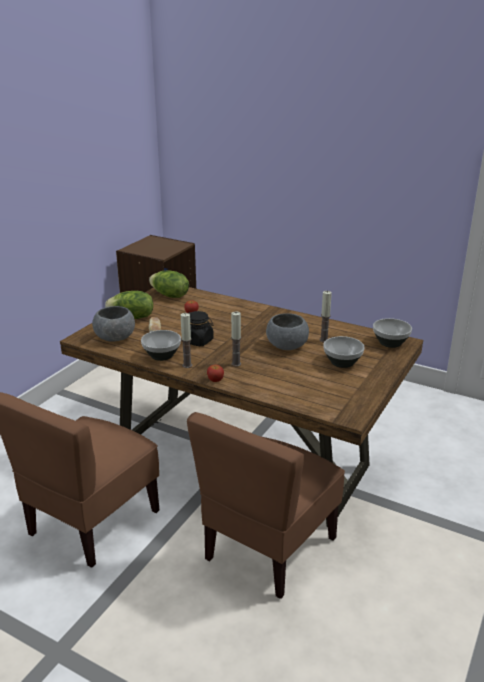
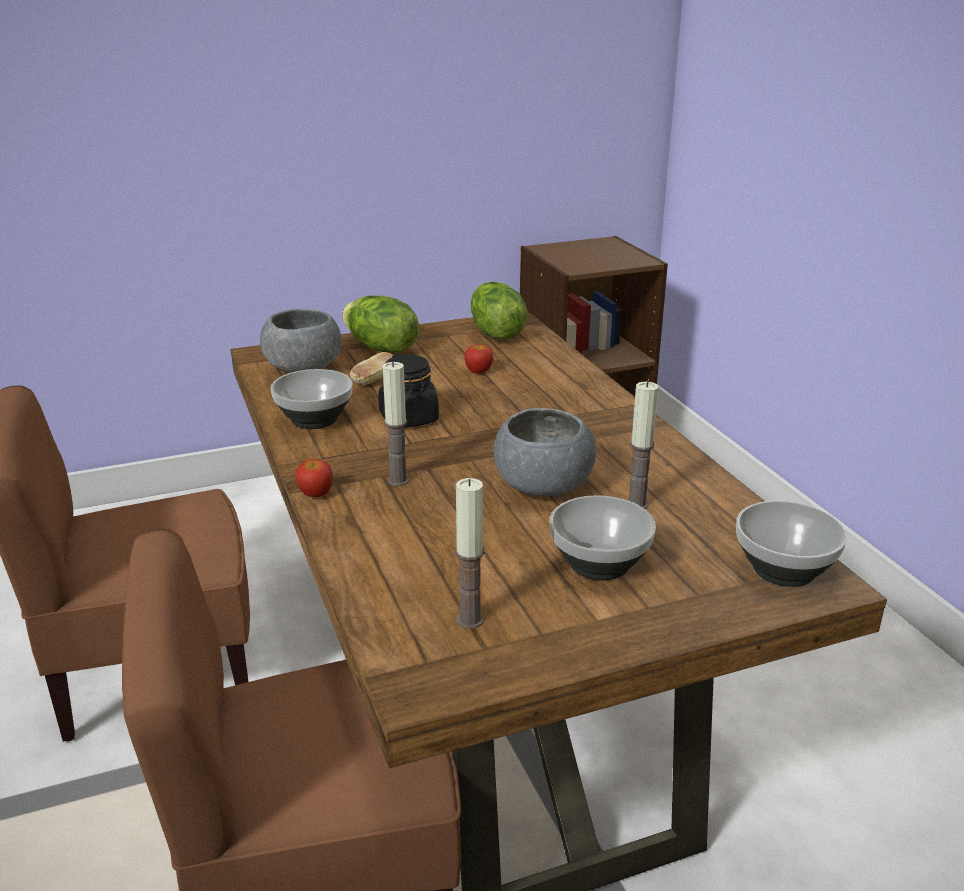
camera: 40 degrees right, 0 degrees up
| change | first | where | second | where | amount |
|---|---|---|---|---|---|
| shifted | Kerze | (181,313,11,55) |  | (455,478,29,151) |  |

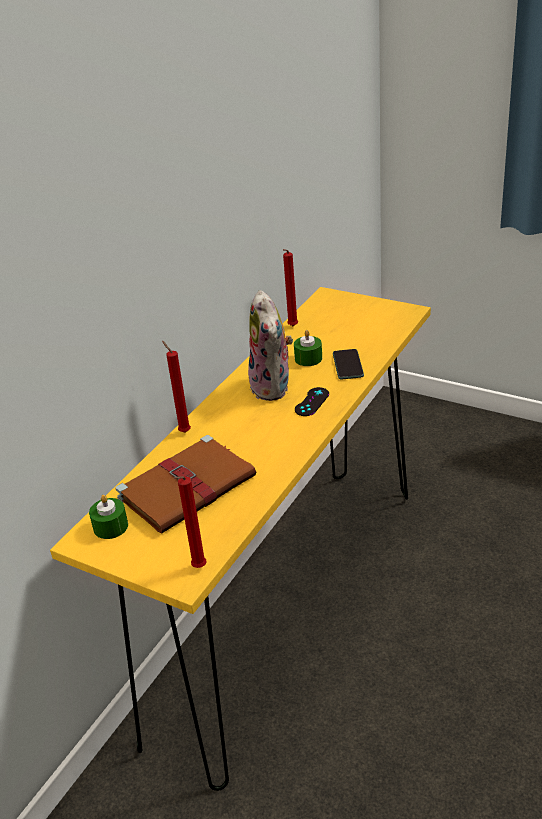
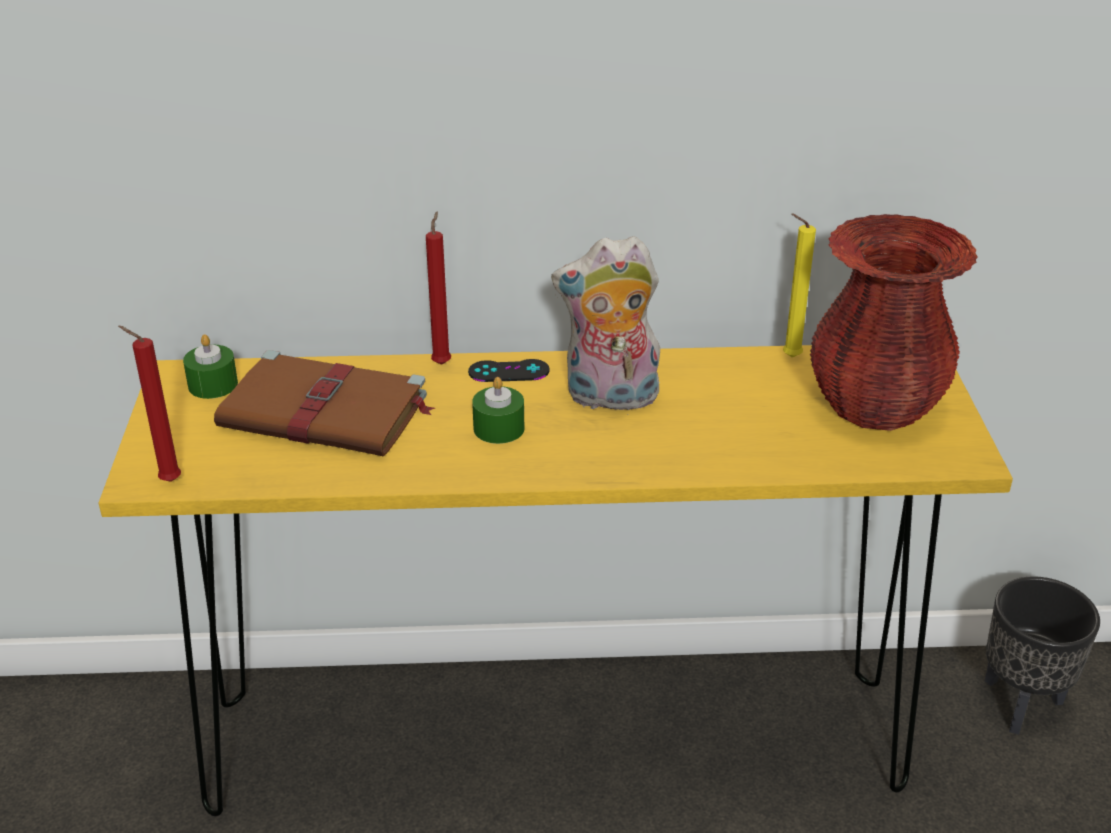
camera: 55 degrees right, 0 degrees up
| change | first | where | second | where | amount |
|---|---|---|---|---|---|
| gone | Handy | (333,349,31,30) |  |  |  |
| new |  |  | Vase/rot | (810,214,168,217) |  |
| new |  |  | Pflanzkübel/schwarz | (985,576,115,159) |  |
| shifted | Kerze/grün | (294,330,28,36) |  | (472,377,52,67) |  |
| shifted | Gamepad/schwarz | (295,387,34,29) |  | (468,359,82,23) |  |
| repainted | Kerze/rot | (283,249,15,77) | Kerze/gelb | (783,213,33,144) |  |
| rotated | Plüschtier | (248,290,45,111) |  | (551,236,112,177) | 45 degrees clockwise |

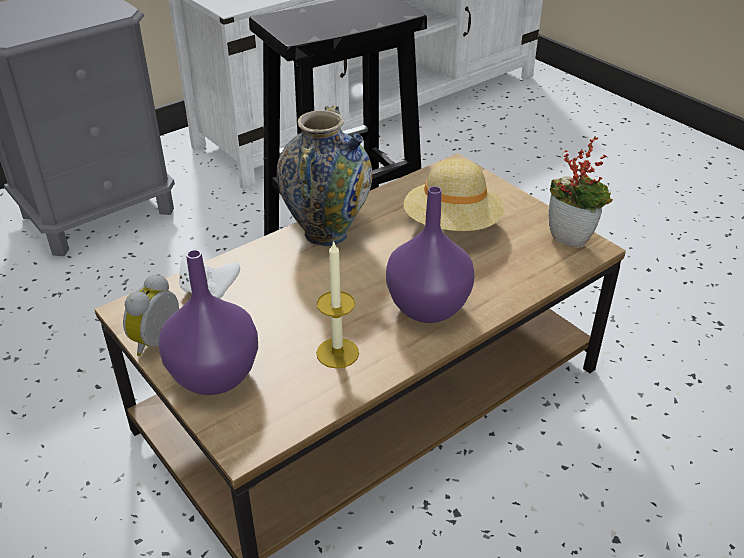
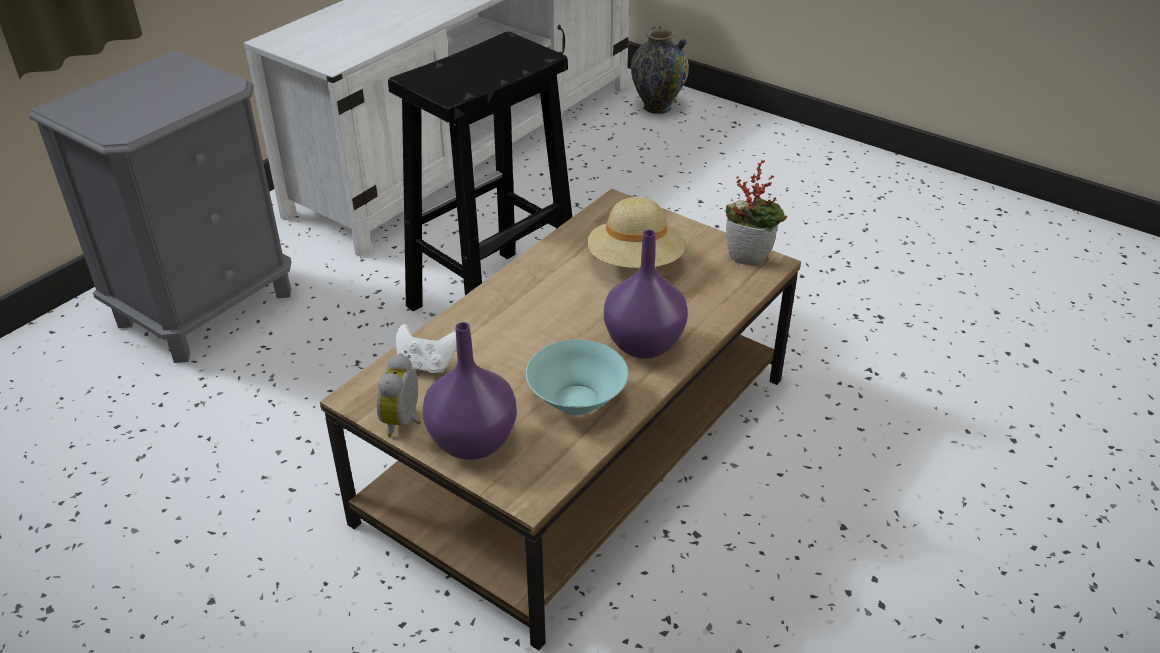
camera: 15 degrees left, 0 degrees up
| change | first | where | second | where | amount |
|---|---|---|---|---|---|
| shifted | Vase | (277,105,95,141) |  | (631,26,58,88) |  |
| swapped | Kerze | (316,241,43,127) | Schüssel/türkis | (526,340,102,75) |  |

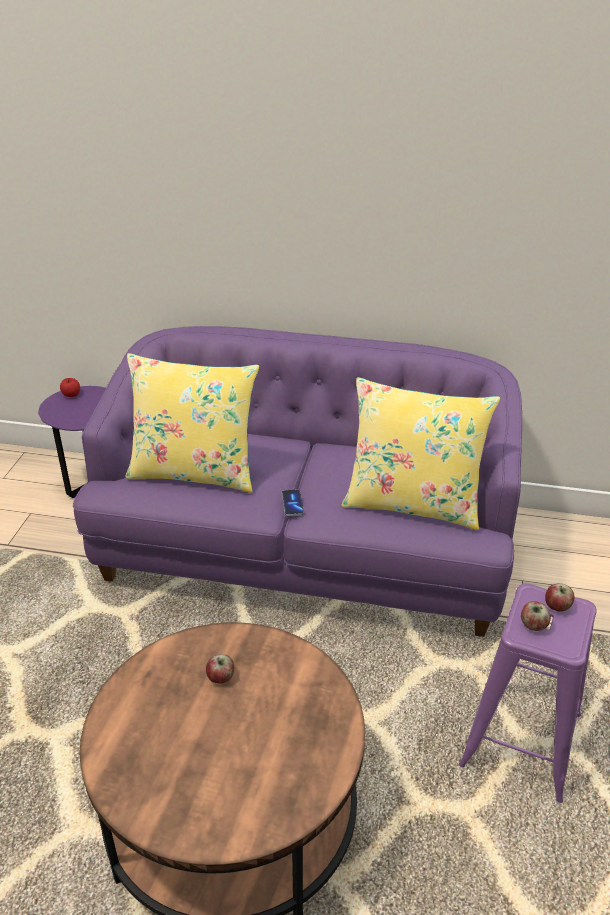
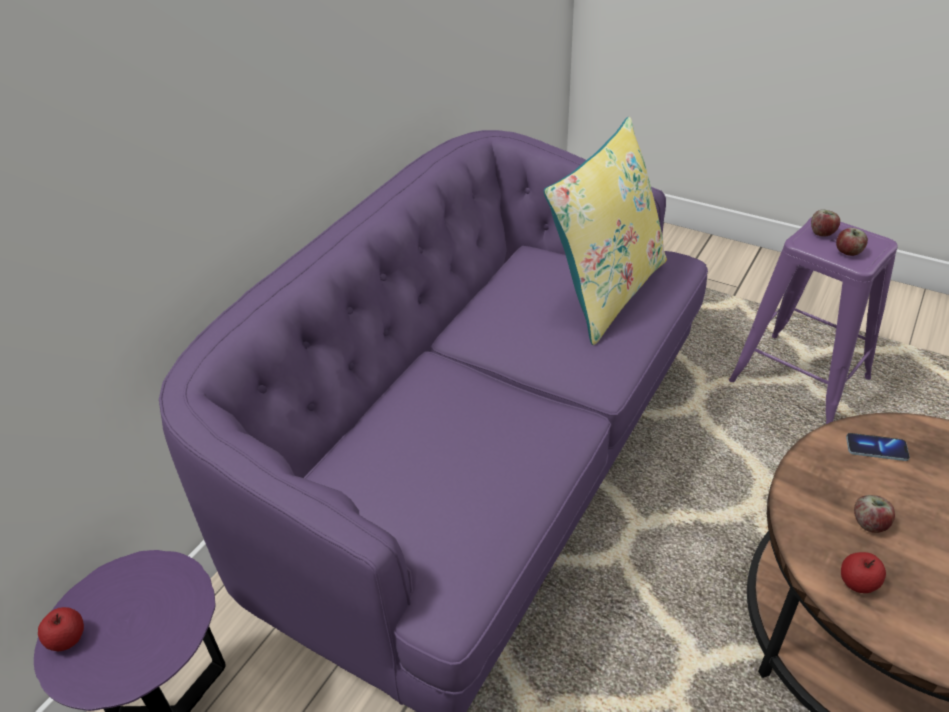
camera: 70 degrees left, 5 degrees up
| change | first | where | second | where | amount |
|---|---|---|---|---|---|
| gone | Kissen/gelb | (125,353,134,140) |  |  |  |
| new |  |  | Apfel | (841,552,45,41) |  |
| shifted | Handy | (282,489,22,27) |  | (846,433,64,28) |  |

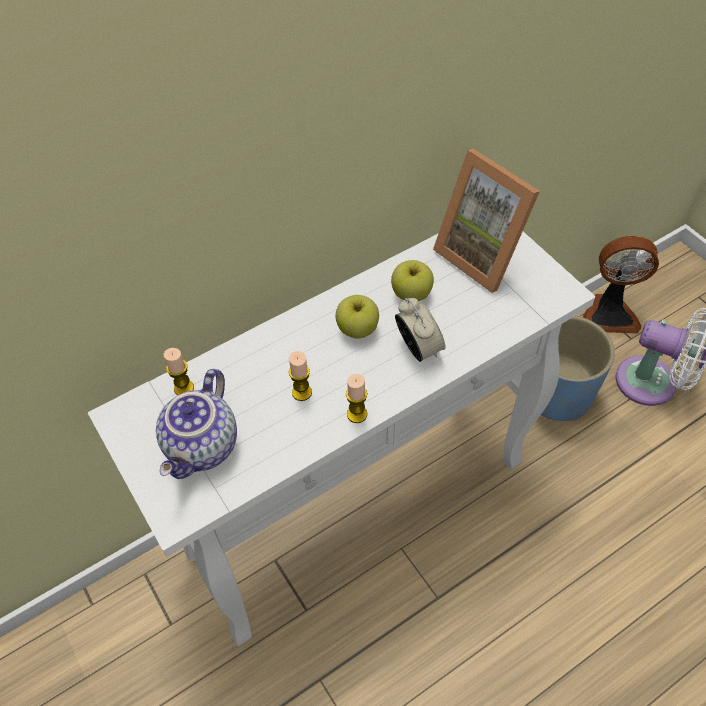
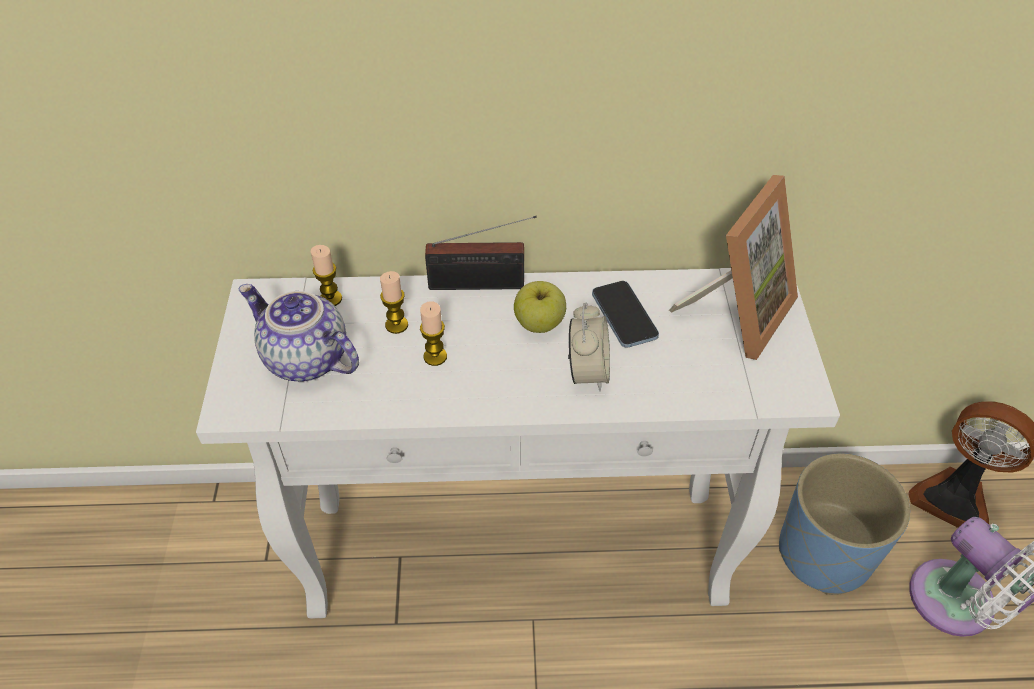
camera: 30 degrees right, 5 degrees down
| change | first | where | second | where | amount |
|---|---|---|---|---|---|
| new |  |  | Radio | (425,216,112,74) |  |
| shifted | Kerze | (346,374,21,49) |  | (380,271,28,63) |  |
| swapped | Apfel | (391,260,43,41) | Handy | (592,281,67,67) |  |
| rotated | Teekanne | (156,369,81,110) |  | (238,284,121,97) | 75 degrees clockwise |
| rotated | Bilderrahmen | (433,149,107,144) |  | (669,175,129,185) | 135 degrees counterclockwise |

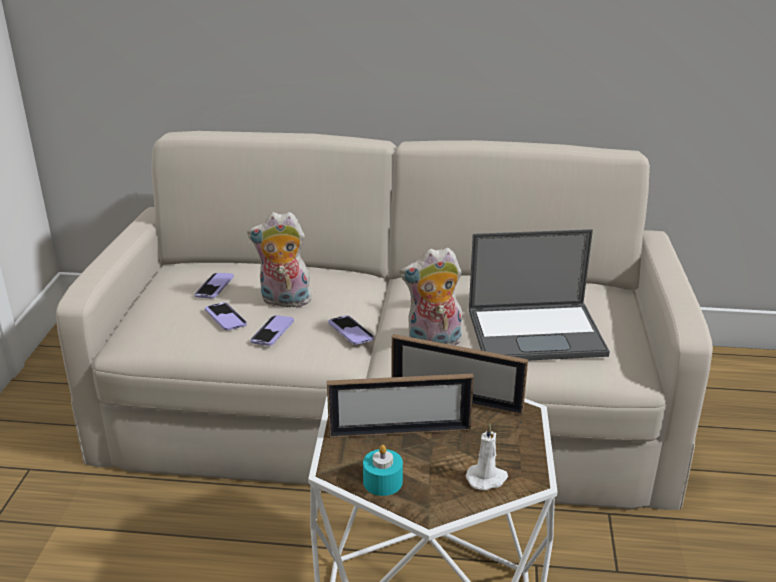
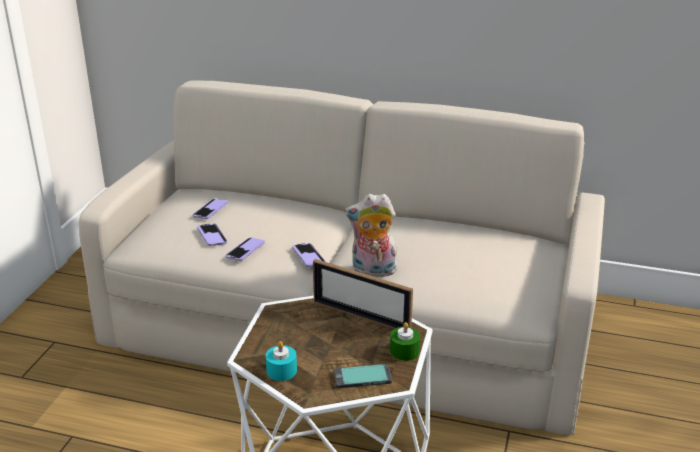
camera: 10 degrees right, 0 degrees up
| change | first | where | second | where | amount |
|---|---|---|---|---|---|
| gone | Plüschtier | (247,212,65,96) |  |  |  |
| gone | Bilderrahmen | (327,373,147,65) |  |  |  |
| gone | Laptop | (469,229,141,132) |  |  |  |
| new |  |  | Kerze/grün | (390,322,30,39) |  |
| swapped | Kerze/weiß | (466,424,42,66) | Handy | (334,364,58,24) |  |

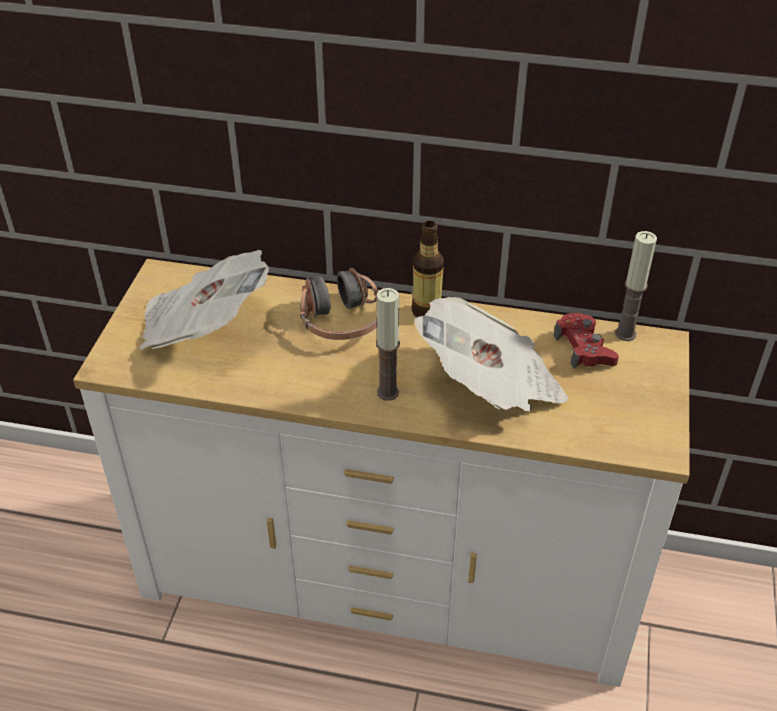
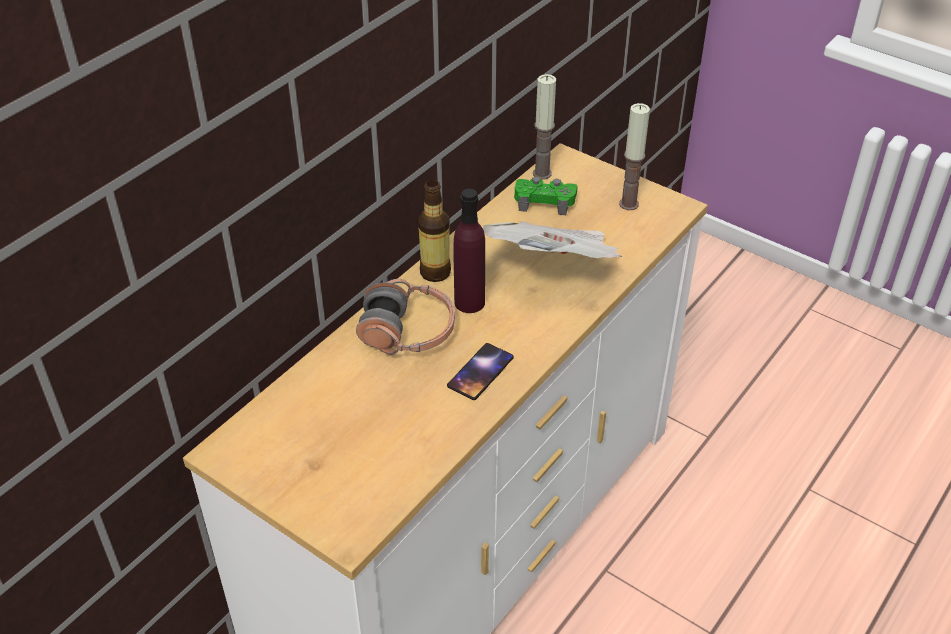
camera: 65 degrees left, 0 degrees up
| change | first | where | second | where | amount |
|---|---|---|---|---|---|
| gone | Zeitung | (140,250,129,100) |  |  |  |
| new |  |  | Handy | (447,343,67,57) |  |
| new |  |  | Flasche/lila | (453,189,32,124) |  |
| shifted | Kerze | (376,288,24,113) |  | (619,103,31,107) |  |
| repainted | Gamepad/rot | (554,313,65,56) | Gamepad/grün | (514,177,64,38) |  |

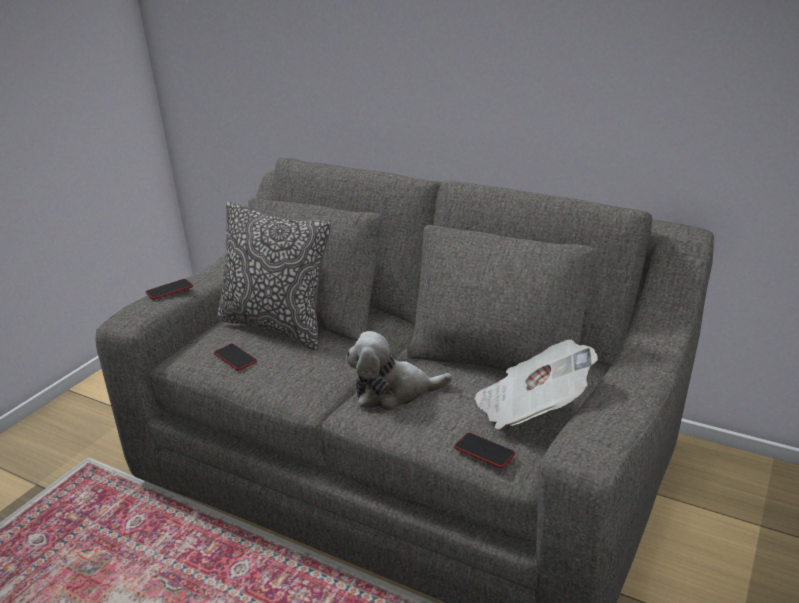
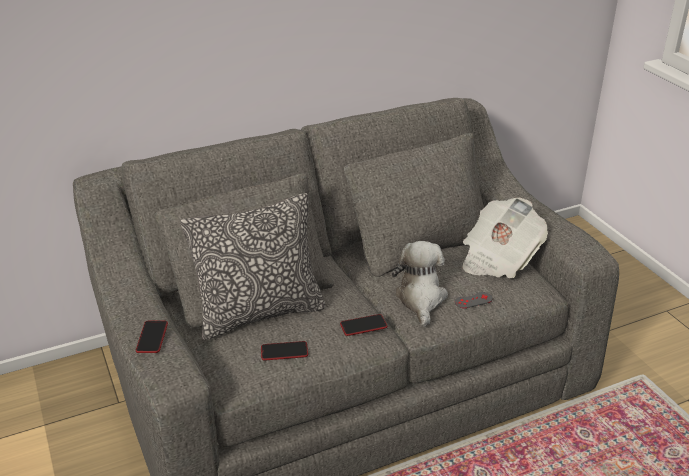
camera: 55 degrees left, 5 degrees up
| change | first | where | second | where | amount |
|---|---|---|---|---|---|
| new |  |  | Gamepad/grau | (455,292,38,16) |  |
| shifted | Handy | (454,433,61,35) |  | (340,314,47,22) |  |
| rotated | Plüschtier | (346,331,107,80) |  | (392,241,56,86) | 150 degrees clockwise |

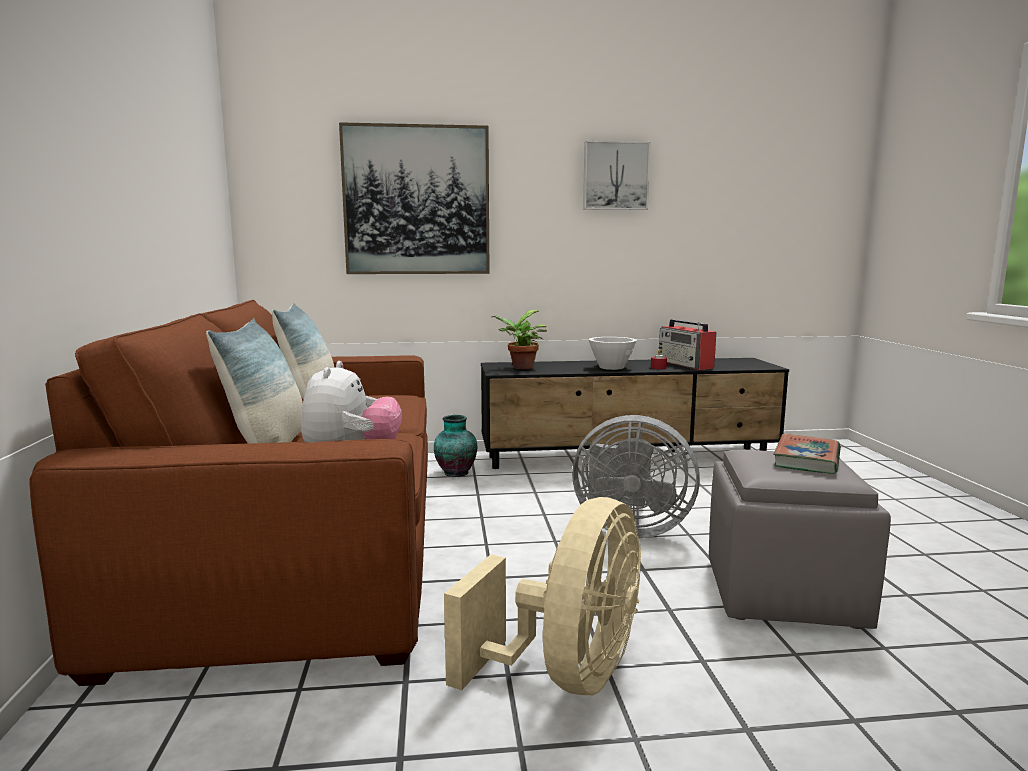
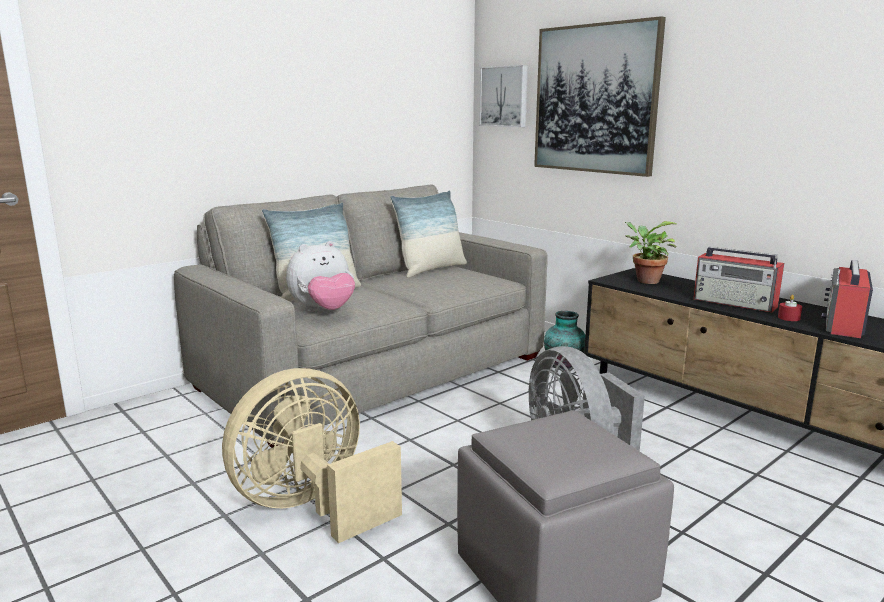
camera: 55 degrees right, 5 degrees up
| change | first | where | second | where | amount |
|---|---|---|---|---|---|
| gone | Buch | (774,434,67,40) |  |  |  |
| shifted | Bild | (583,141,67,69) |  | (479,65,49,62) |  |
| swapped | Schüssel/weiß | (588,337,49,33) | Radio | (693,247,91,66) |  |
| repainted | Sofa/braun | (29,300,399,386) | Sofa/grau | (174,185,374,263) |  |
| rotated | Ventilator/beige | (444,497,197,198) |  | (222,368,180,175) | 150 degrees clockwise |

